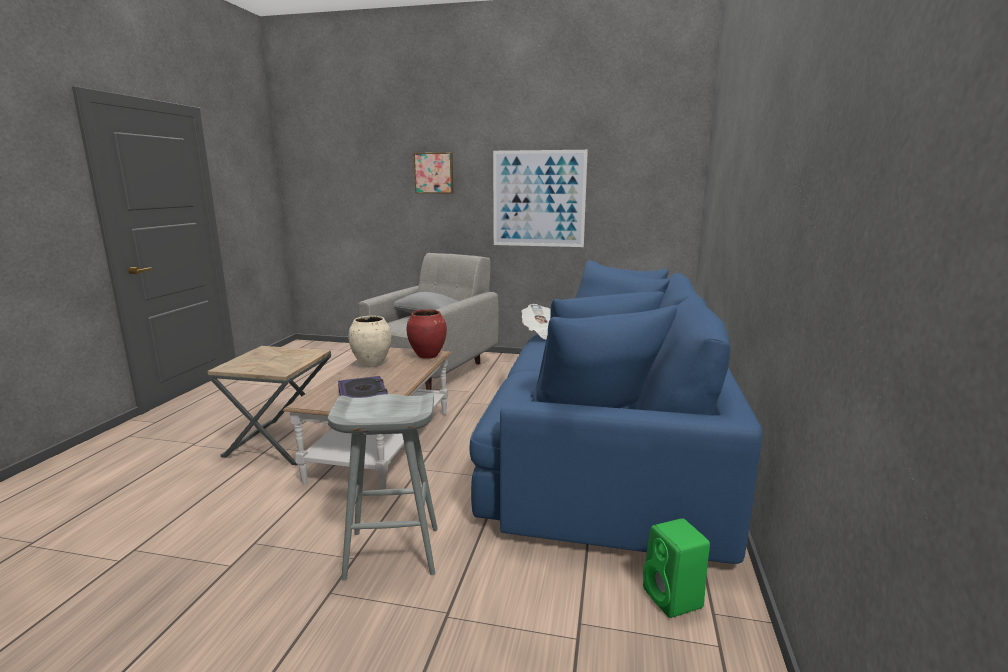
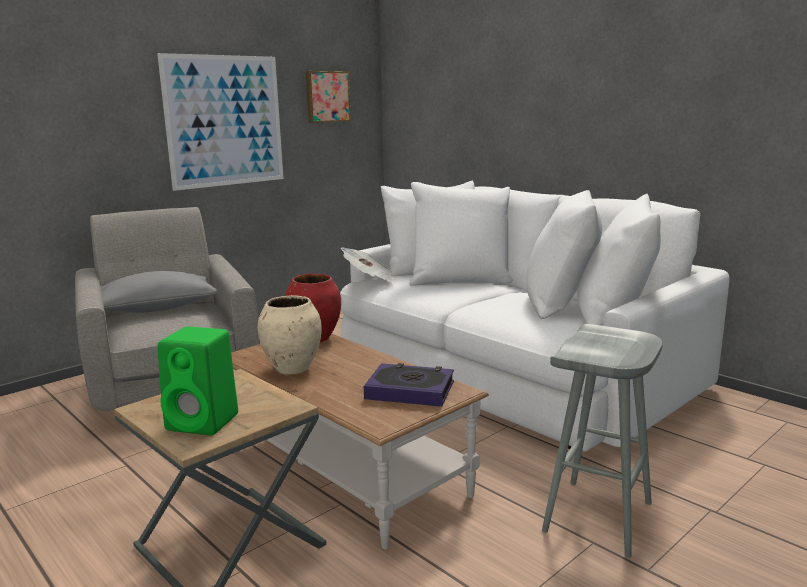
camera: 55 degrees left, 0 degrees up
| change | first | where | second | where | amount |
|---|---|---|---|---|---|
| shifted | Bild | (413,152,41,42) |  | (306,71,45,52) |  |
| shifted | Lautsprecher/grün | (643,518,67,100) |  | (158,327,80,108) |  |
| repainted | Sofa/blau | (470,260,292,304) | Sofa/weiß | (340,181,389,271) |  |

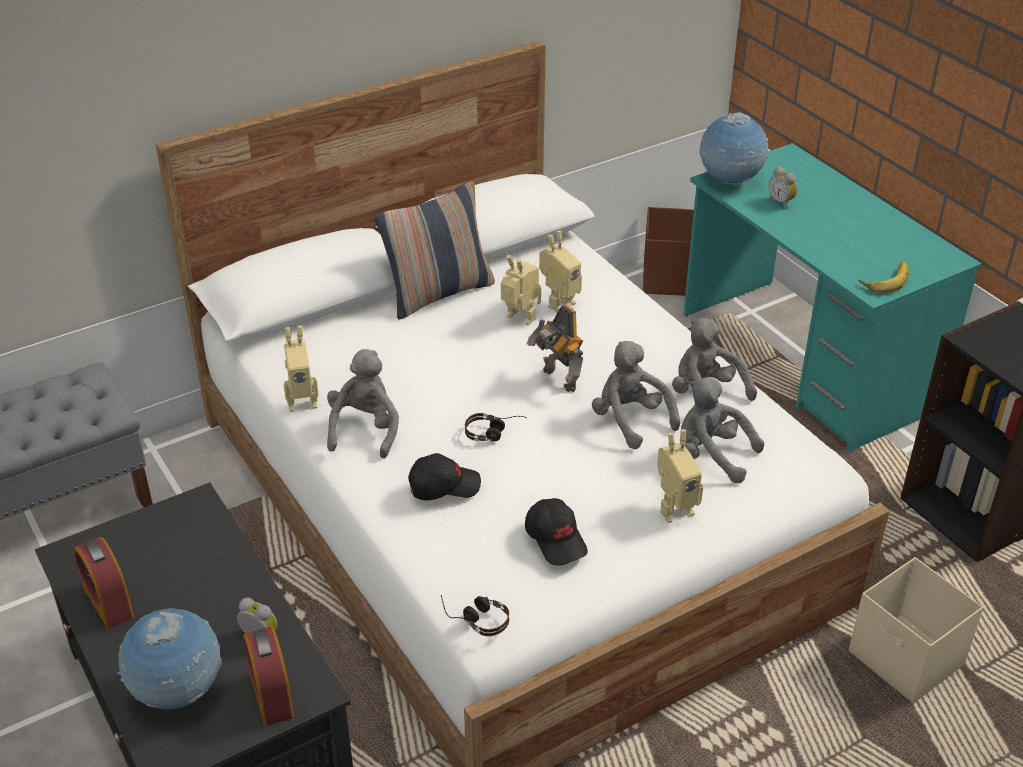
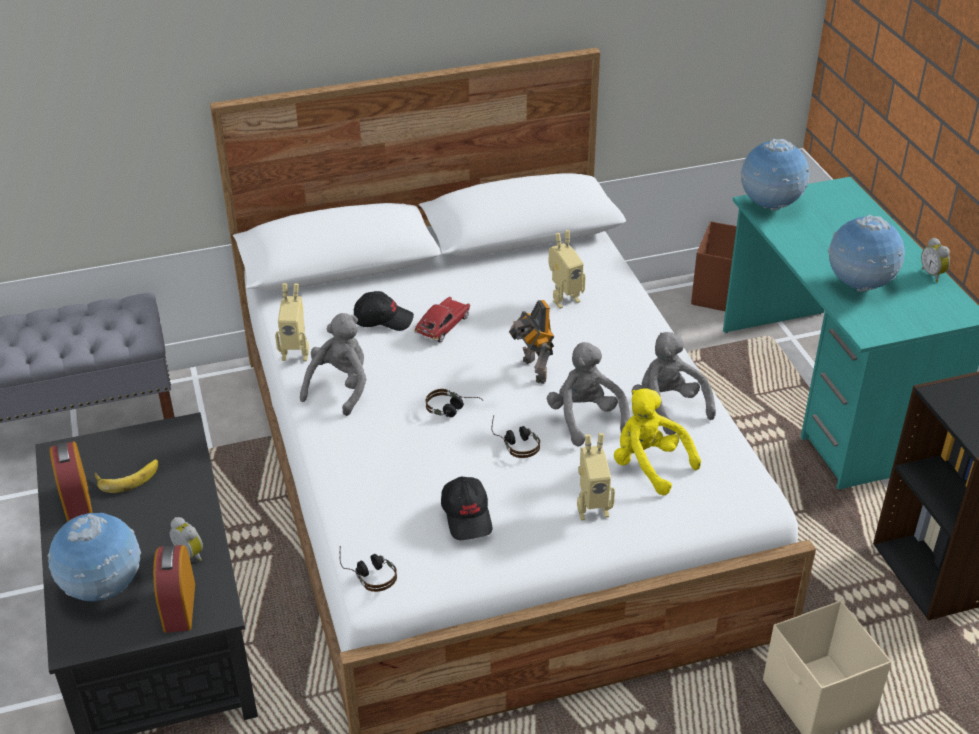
camera: 15 degrees right, 0 degrees up
| change | first | where | second | where | amount |
|---|---|---|---|---|---|
| gone | Kissen | (374,182,121,138) |  |  |  |
| gone | Spielzeugroboter | (501,255,40,70) |  |  |  |
| new |  |  | Spielzeugauto | (414,296,57,46) |  |
| new |  |  | Kopfhörer | (492,415,48,43) |  |
| new |  |  | Globus | (828,215,77,77) |  |
| shifted | Kappe/schwarz | (408,453,73,48) |  | (354,291,60,40) |  |
| shifted | Wecker | (769,167,28,42) |  | (921,238,29,44) |  |
| shifted | Banane | (859,261,50,33) |  | (95,459,63,34) |  |
| repainted | Plüschtier/grau | (681,377,83,106) | Plüschtier/gelb | (614,388,87,107) |  |

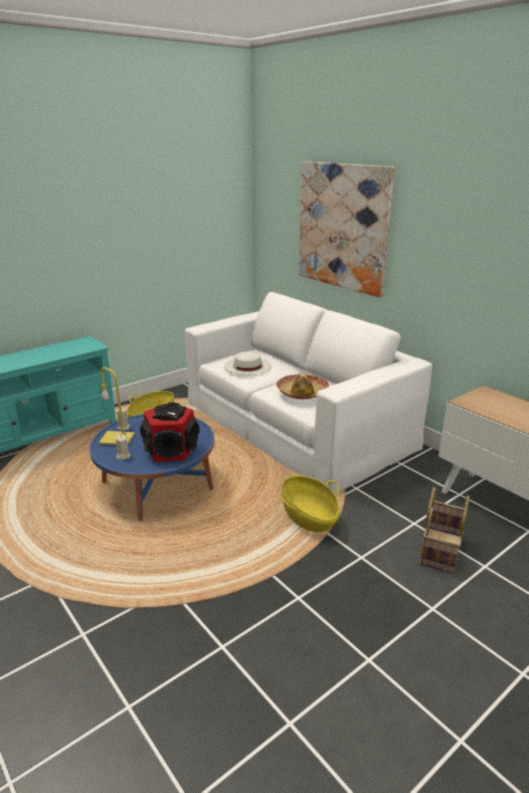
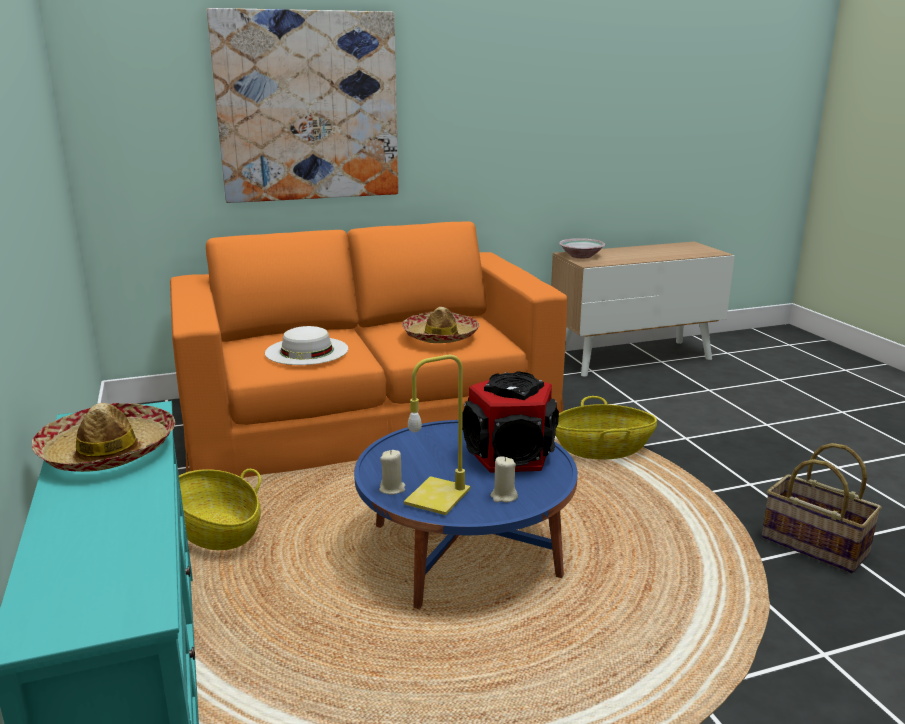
camera: 70 degrees left, 5 degrees down
| change | first | where | second | where | amount |
|---|---|---|---|---|---|
| new |  |  | Hut | (31,403,144,69) |  |
| new |  |  | Schüssel | (559,238,46,20) |  |
| shifted | Korb | (420,487,50,87) |  | (762,443,120,130) |  |
| repainted | Sofa/weiß | (185,292,247,202) | Sofa/orange | (170,221,397,257) |  |

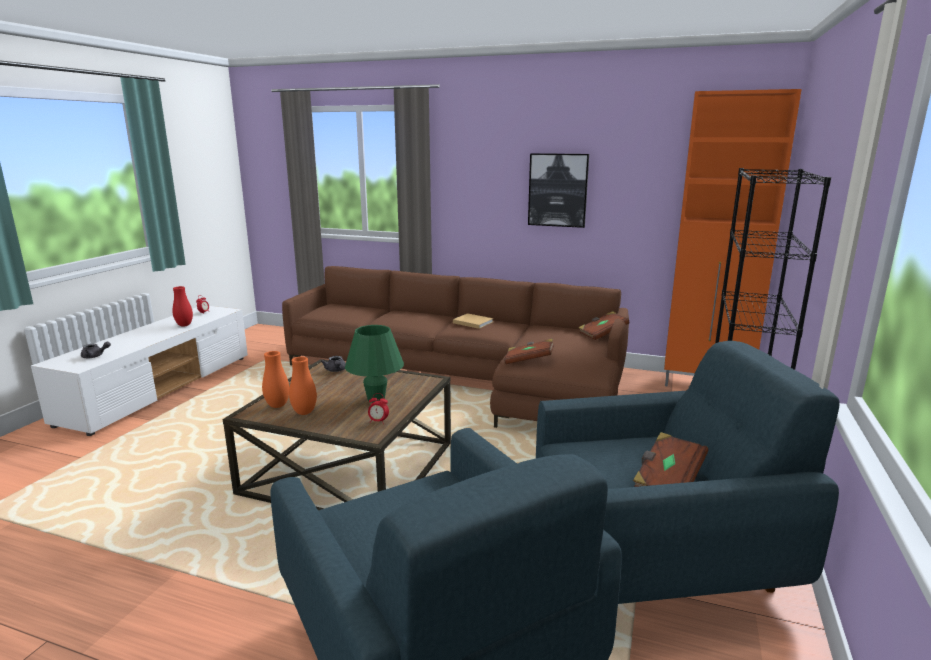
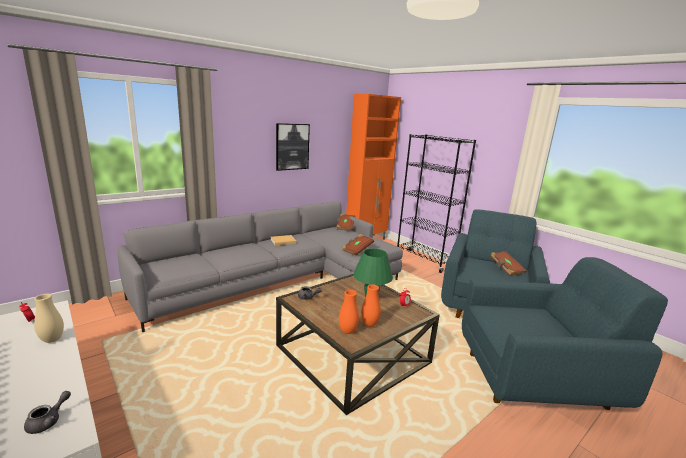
camera: 60 degrees left, 0 degrees up
| change | first | where | second | where | amount |
|---|---|---|---|---|---|
| repainted | Vase/rot | (173,286,20,41) | Vase/beige | (34,294,30,49) |  |
| repainted | Sofa/braun | (282,266,347,162) | Sofa/grau | (117,201,286,131) |  |

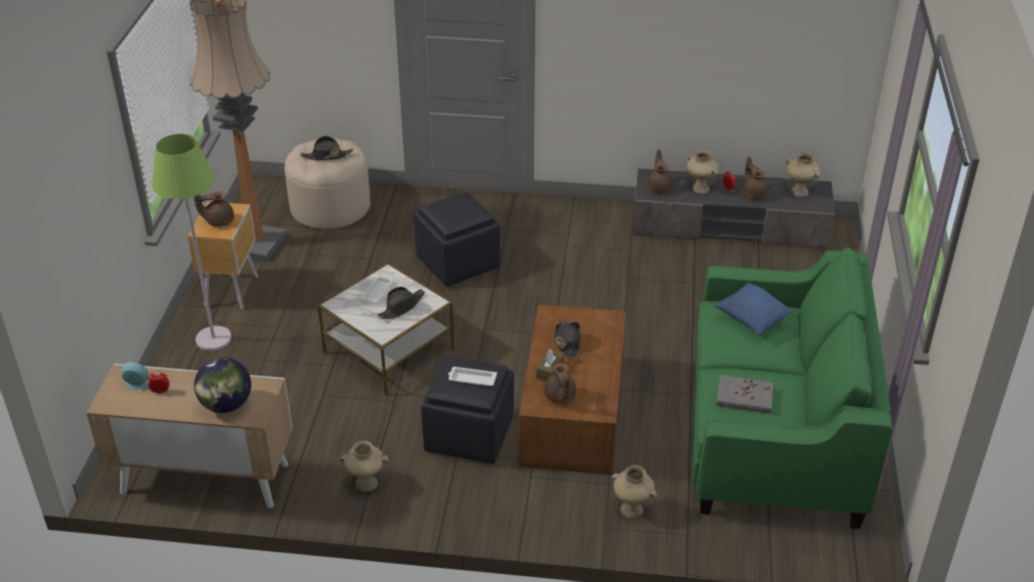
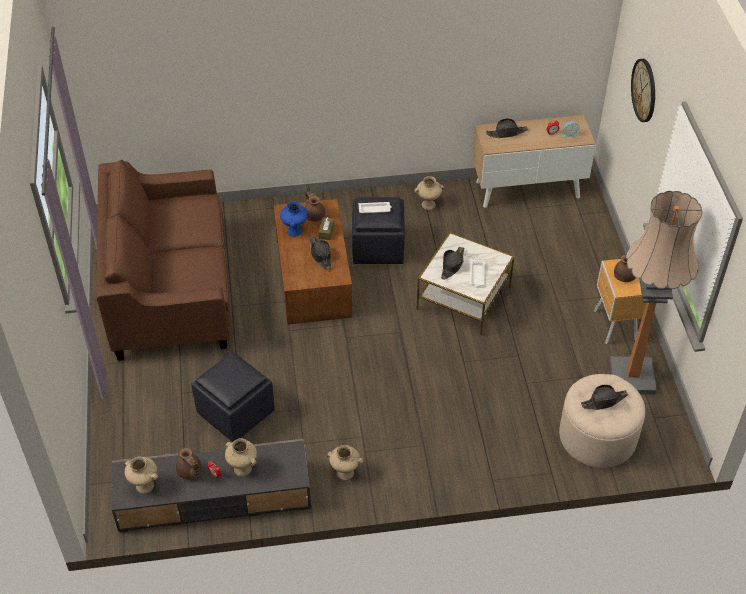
camera: 165 degrees right, 10 degrees up
| change | first | where | second | where | amount |
|---|---|---|---|---|---|
| gone | Stehlampe/grün | (152,134,80,217) |  |  |  |
| gone | Teekanne/braun | (647,149,26,45) |  |  |  |
| gone | Kissen/blau | (714,283,78,52) |  |  |  |
| gone | Buch/grau | (716,375,57,39) |  |  |  |
| new |  |  | Vase/blau | (280,201,28,36) |  |
| new |  |  | Wanduhr | (631,59,24,63) |  |
| shifted | Polsterhocker/schwarz | (414,192,86,95) |  | (191,351,84,91) |  |
| shifted | Vase/beige | (610,465,47,53) |  | (327,445,36,35) |  |
| swapped | Globus | (194,357,57,56) | Hut/schwarz | (486,118,42,20) |  |
| repainted | Sofa/grün | (692,247,201,282) | Sofa/braun | (96,159,135,202) |  |

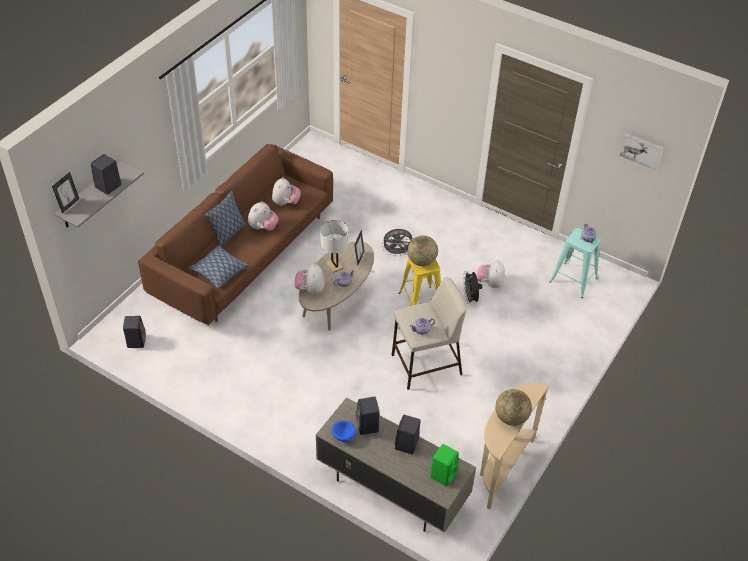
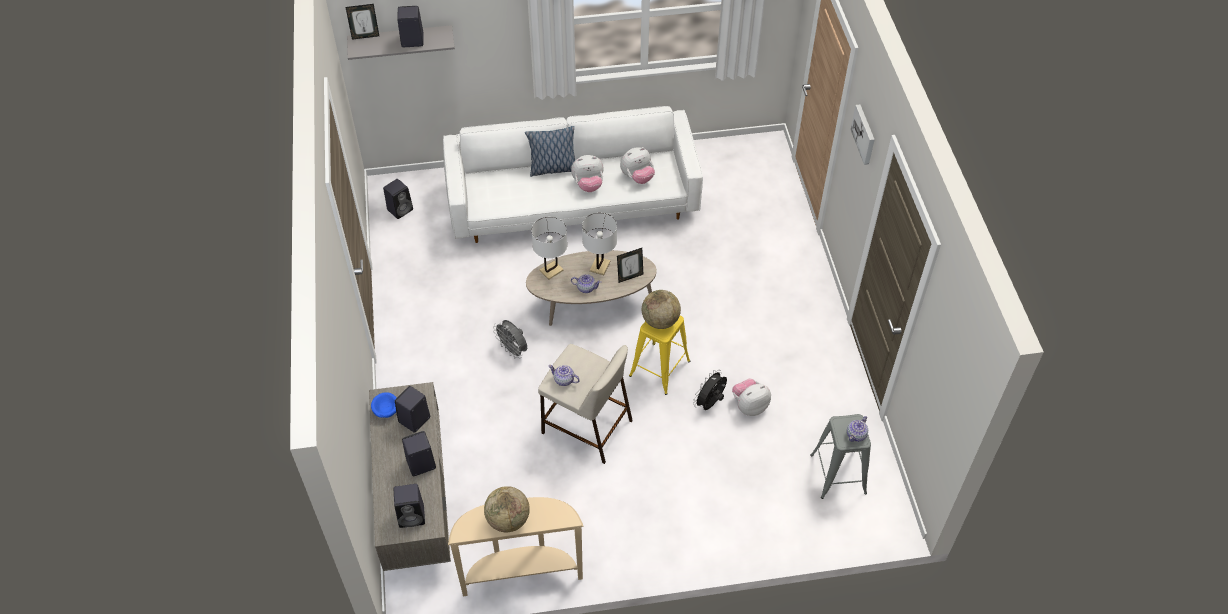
camera: 50 degrees right, 5 degrees up
| change | first | where | second | where | amount |
|---|---|---|---|---|---|
| gone | Kissen | (188,245,61,44) |  |  |  |
| shifted | Ventilator/grau | (383,229,29,27) |  | (493,320,34,39) |  |
| shifted | Bild | (620,133,44,37) |  | (851,105,24,60) |  |
| swapped | Plüschtier | (295,264,30,30) | Tischlampe/weiß | (531,217,36,63) |  |
| repainted | Sofa/braun | (138,144,195,181) | Sofa/weiß | (443,106,260,137) |  |
| repainted | Lautsprecher/grün | (430,444,29,42) | Lautsprecher/schwarz | (394,484,31,44) |  |
| repainted | Hocker/türkis | (549,228,52,70) | Hocker/grau | (810,414,61,85) |  |

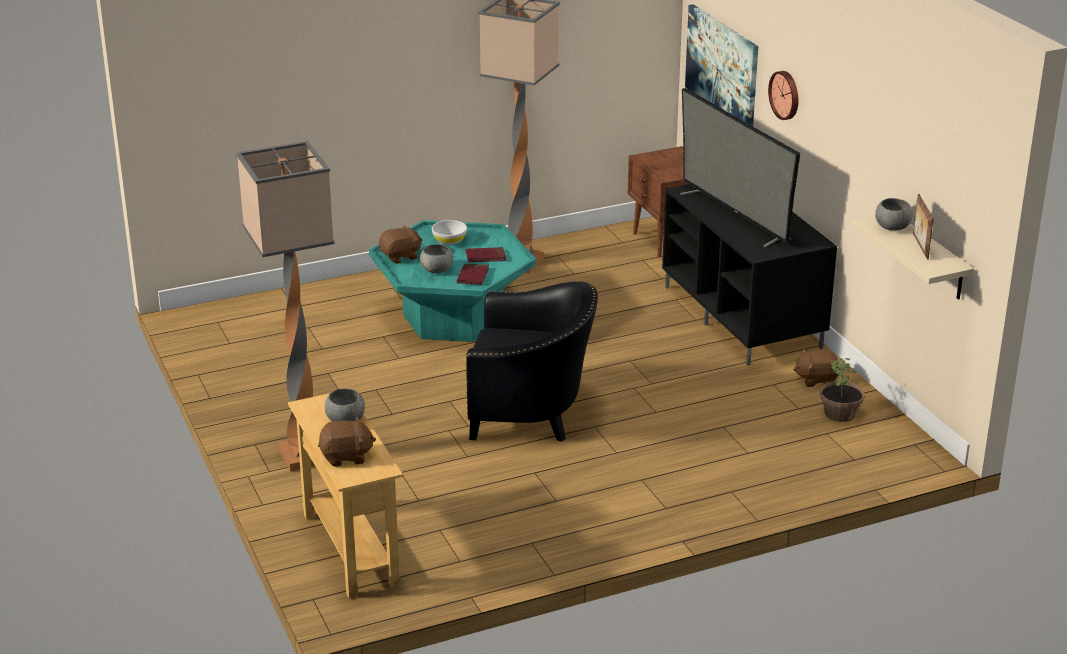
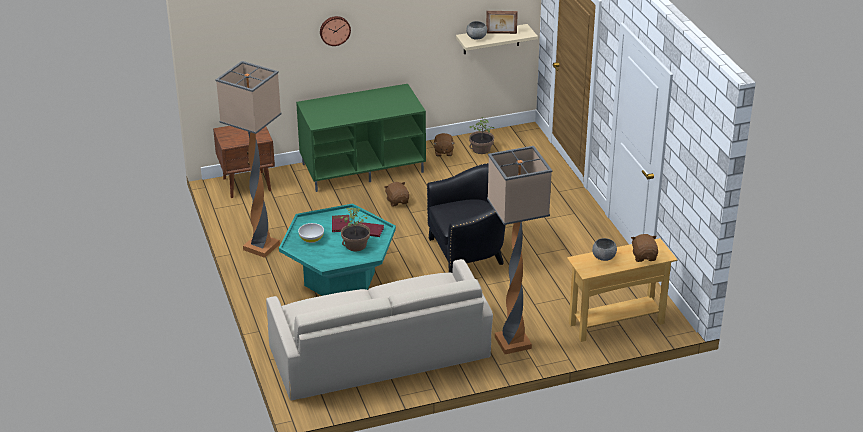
camera: 85 degrees left, 5 degrees up
| change | first | where | second | where | amount |
|---|---|---|---|---|---|
| gone | Fernseher | (680,88,120,159) |  |  |  |
| gone | Bild | (685,4,73,122) |  |  |  |
| new |  |  | Sofa/beige | (266,259,227,142) |  |
| shifted | Plüschtier/braun | (379,225,43,39) |  | (384,182,25,25) |  |
| swapped | Schüssel/grau | (420,244,33,29) | Topfpflanze | (340,208,30,43) |  |
| repainted | Fernsehschrank/schwarz | (662,184,175,182) | Fernsehschrank/grün | (296,84,130,108) |  |
| rotated | Sessel/schwarz | (466,281,132,161) |  | (427,163,79,110) | 60 degrees clockwise |

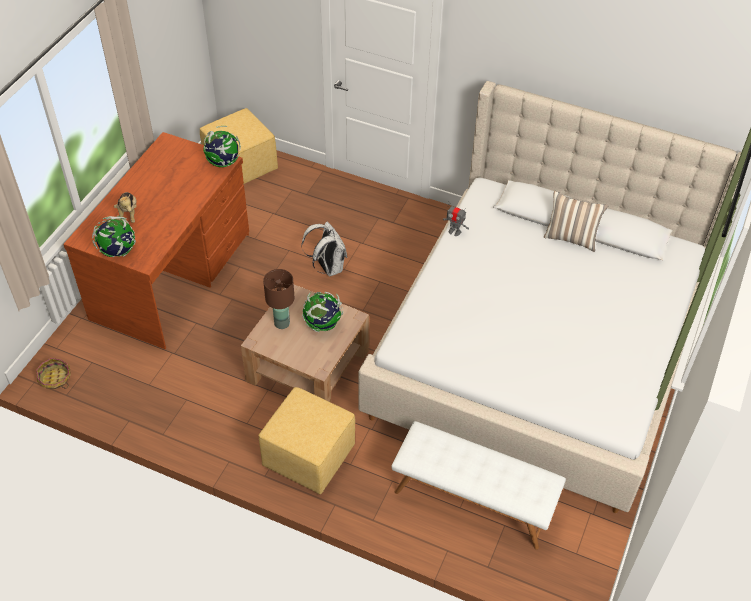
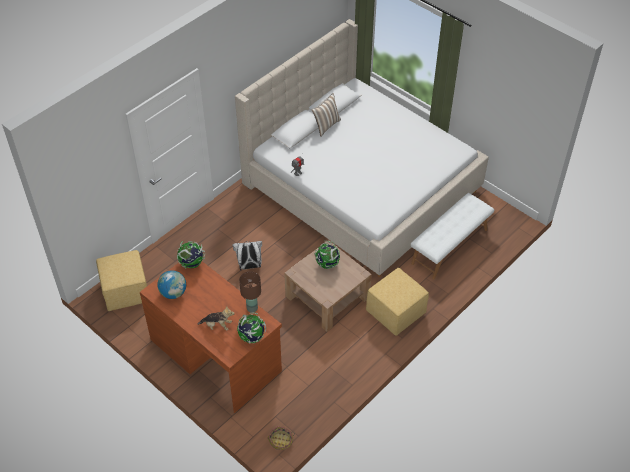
camera: 70 degrees left, 0 degrees up
| change | first | where | second | where | amount |
|---|---|---|---|---|---|
| new |  |  | Globus | (157,270,29,29) |  |
| shifted | Tischlampe/braun | (263,269,31,60) |  | (239,271,22,42) |  |

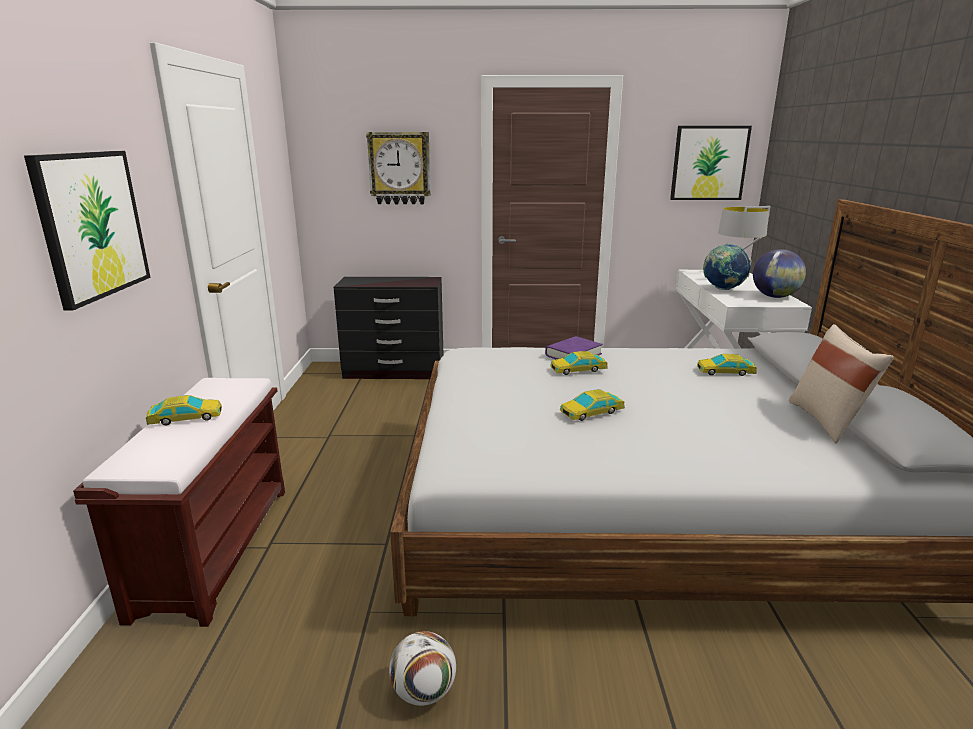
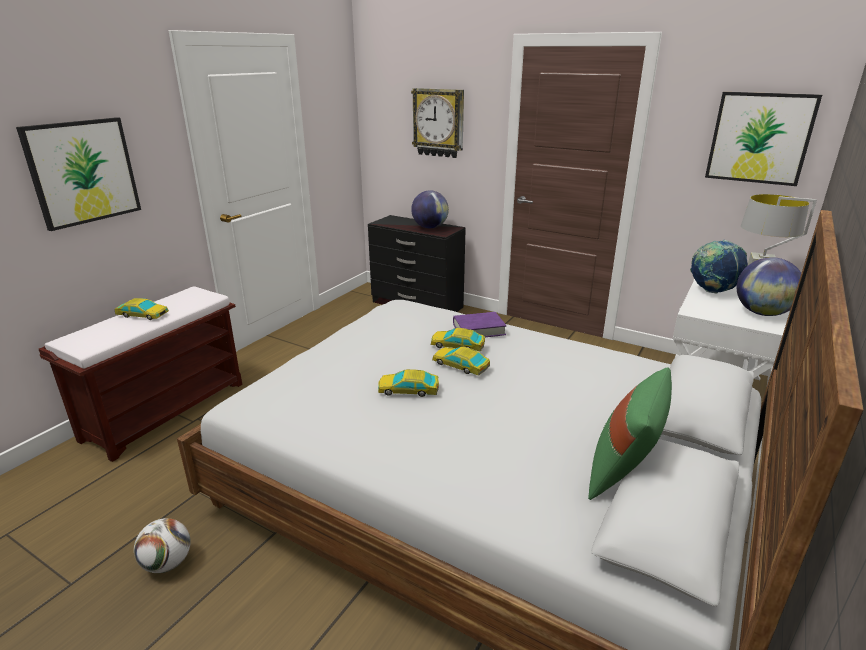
camera: 30 degrees right, 5 degrees up
| change | first | where | second | where | amount |
|---|---|---|---|---|---|
| new |  |  | Globus | (411,190,38,38) |  |
| shifted | Spielzeugauto | (697,354,60,22) |  | (432,347,58,29) |  |
| repainted | Kissen/beige | (789,324,105,119) | Kissen/grün | (588,368,84,132) |  |

